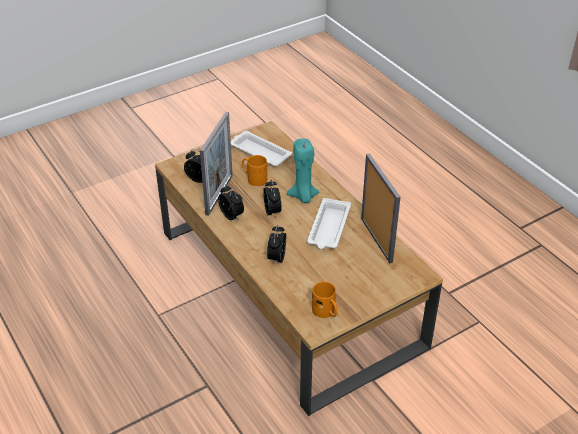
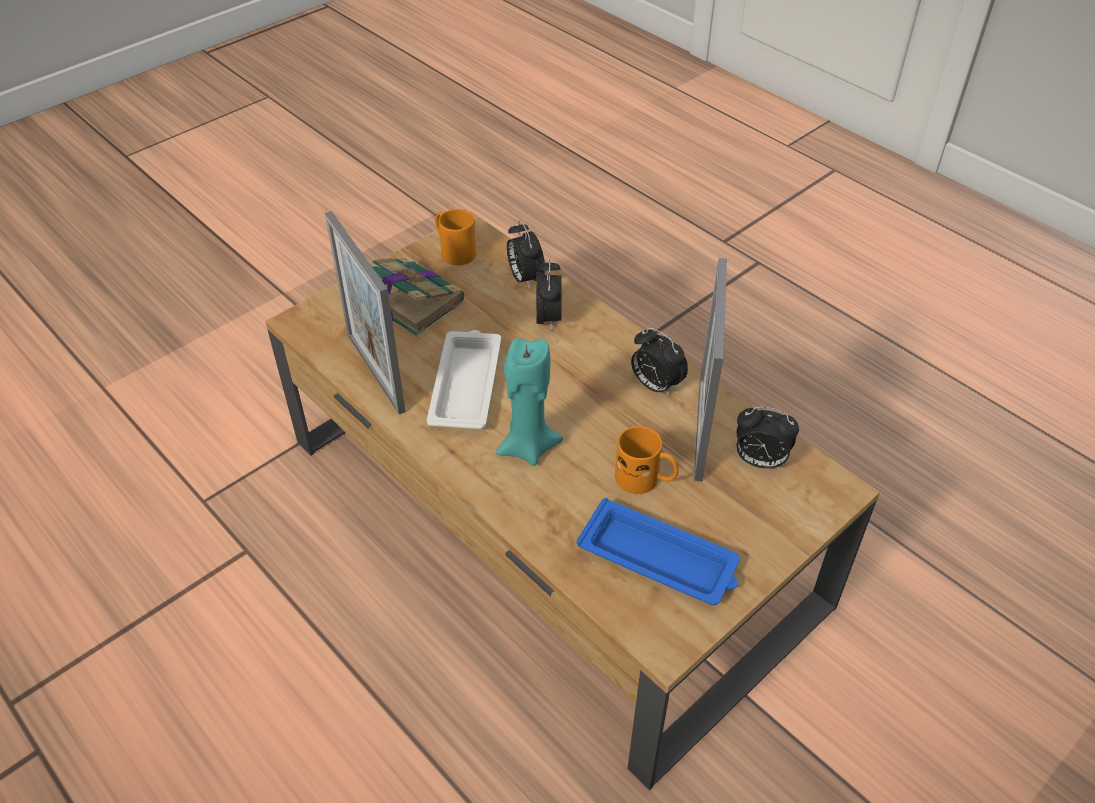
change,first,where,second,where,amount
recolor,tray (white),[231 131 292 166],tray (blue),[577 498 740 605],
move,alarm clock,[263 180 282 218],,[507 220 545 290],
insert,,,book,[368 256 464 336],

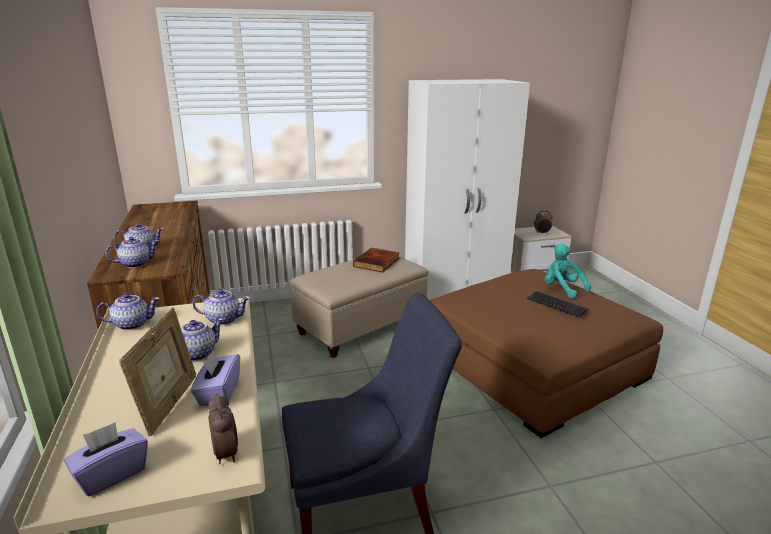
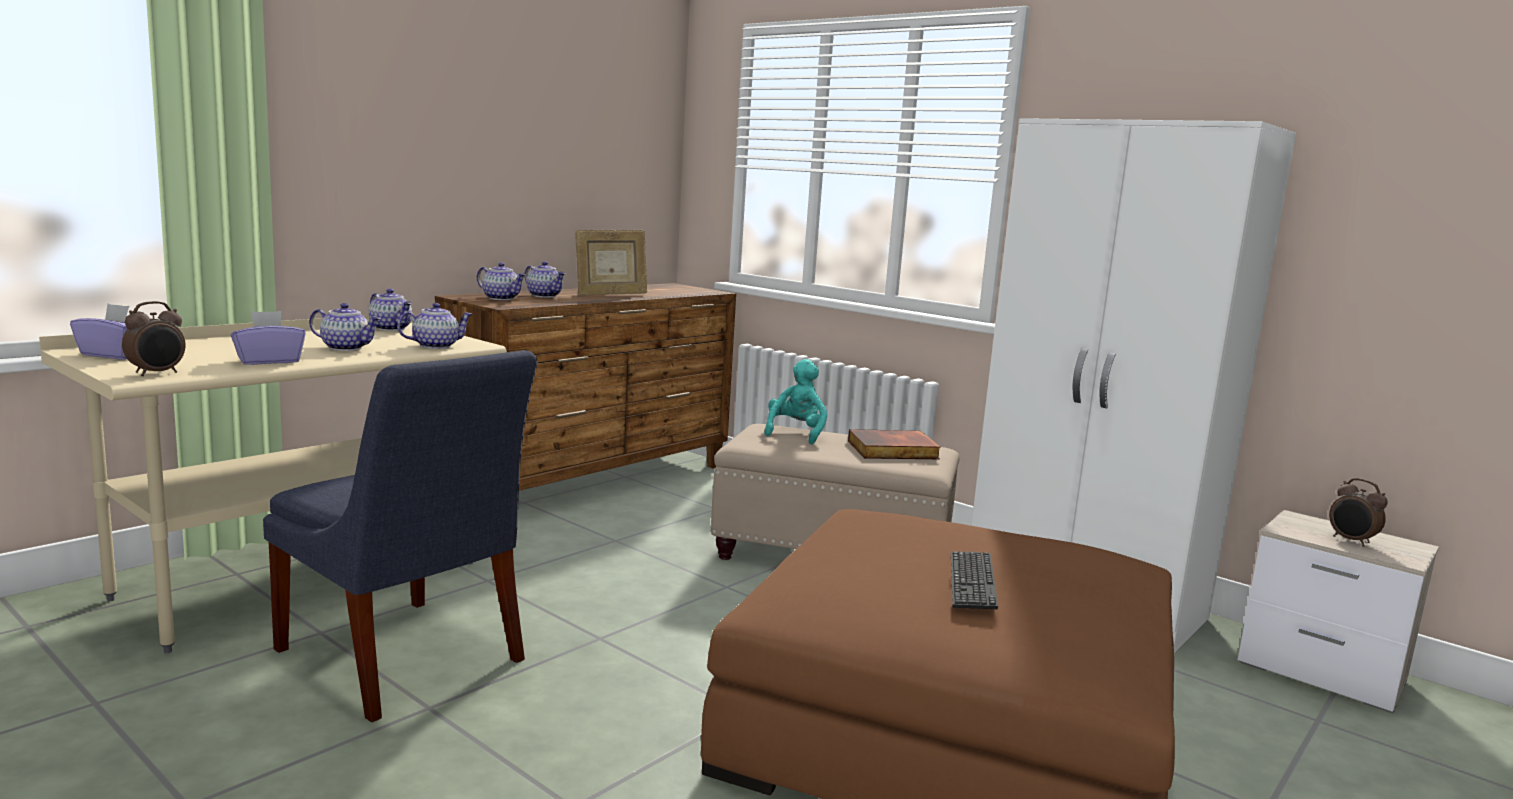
change,first,where,second,where,amount
move,plush toy (turquoise),[545 244 591 298],,[764 359 828 445],
rotate,teapot,[193 289 250 325],,[397 303 473 349],90 degrees counterclockwise
move,picture frame,[119 308 196 436],,[575 230 647 295],

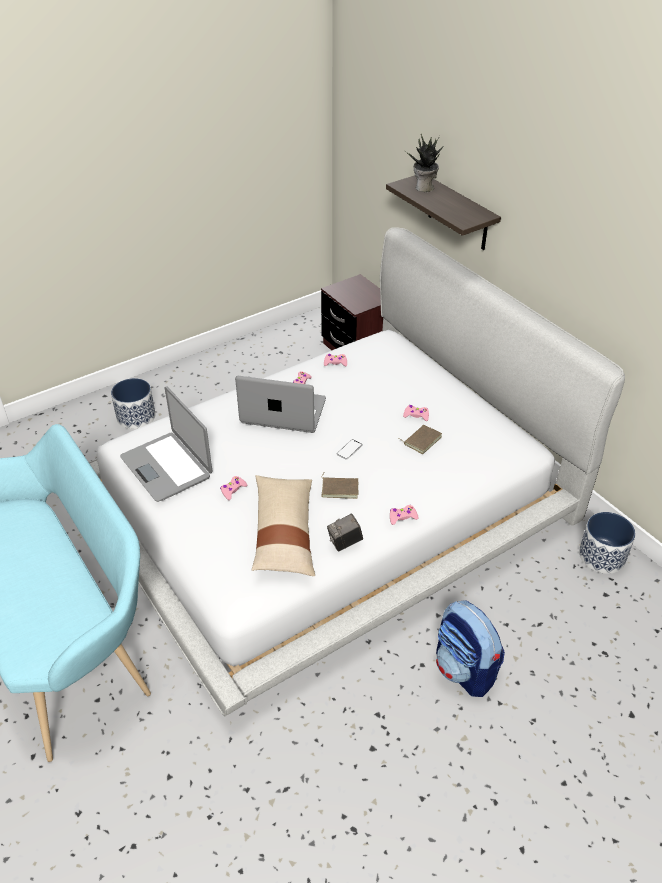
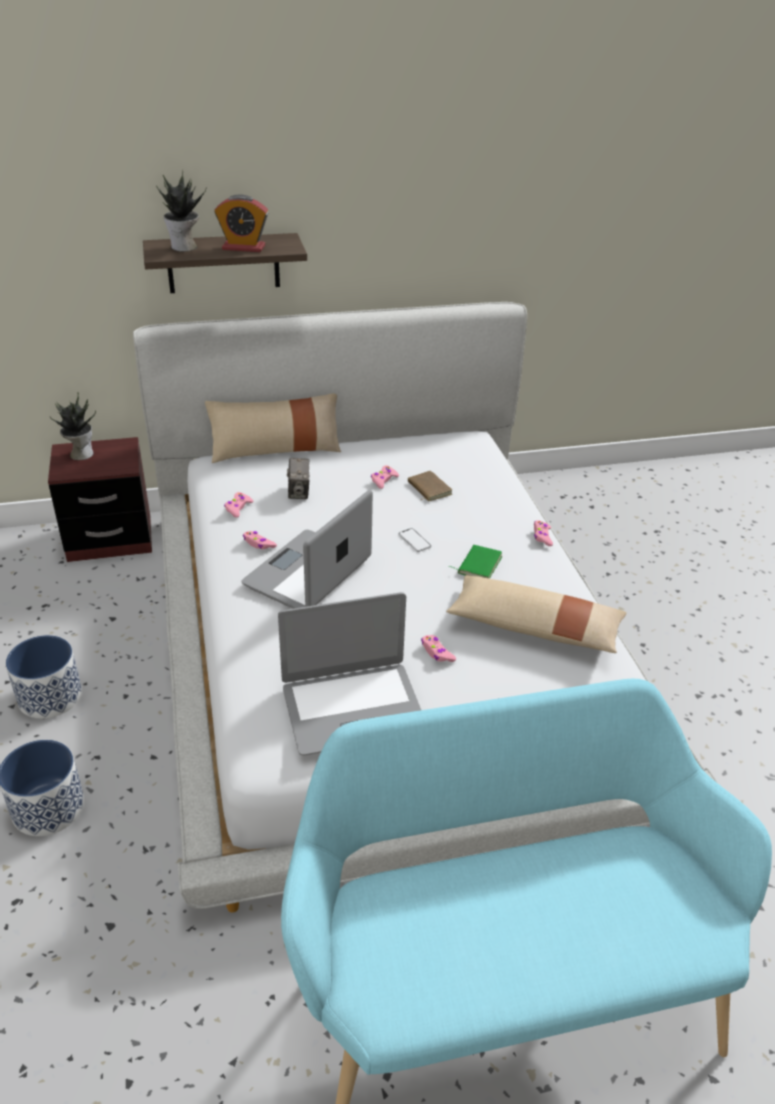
change,first,where,second,where,amount
recolor,book (brown),[321 473 358 499],book (green),[450 545 502 579],
move,planter,[579 512 635 574],,[6 635 82 719],
move,photo camera,[327 514 363 552],,[287 458 309 499],
delete,backpack,[436 600 505 697],,,
insert,,,alarm clock,[215 194 268 252],
insert,,,potted plant,[50 393 96 460],
insert,,,pillow (beige),[205 394 341 463],

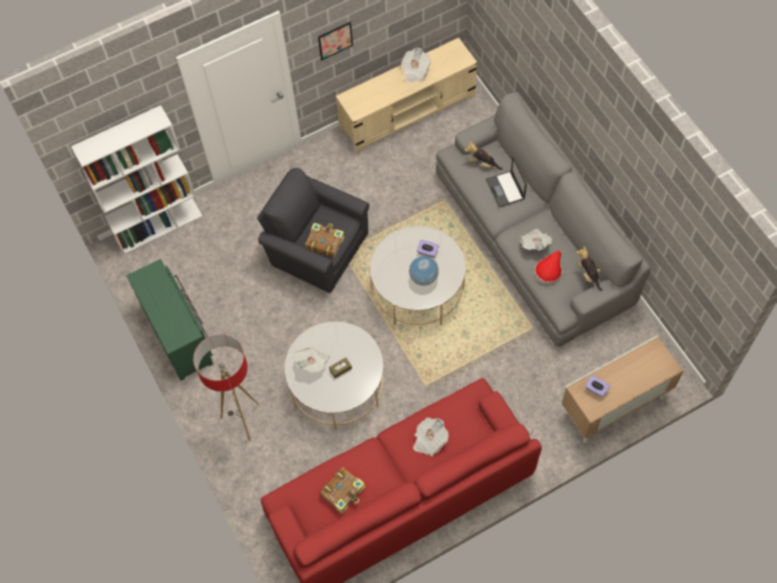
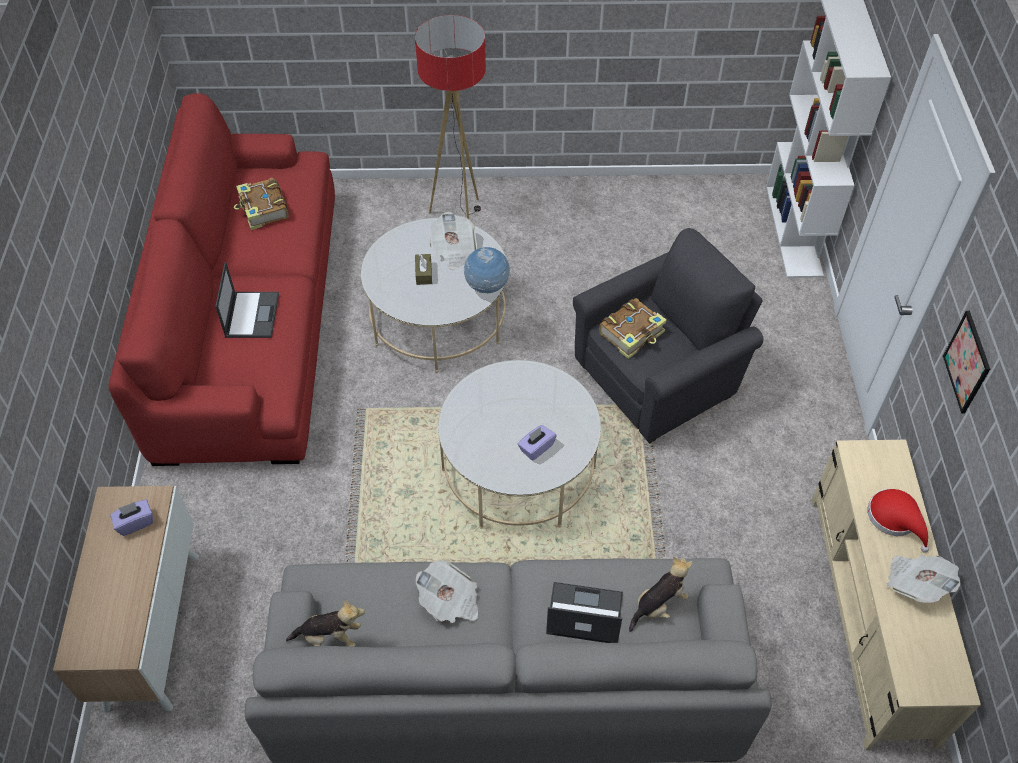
change,first,where,second,where,amount
move,hat (red),[535 251 562 284],,[867 489 929 553],
move,globe,[408 256 439 286],,[463 247 510 293],
delete,dresser (green),[127 259 213 381],,,
replace,newspaper,[413 417 449 457],laptop,[215 261 279 338],

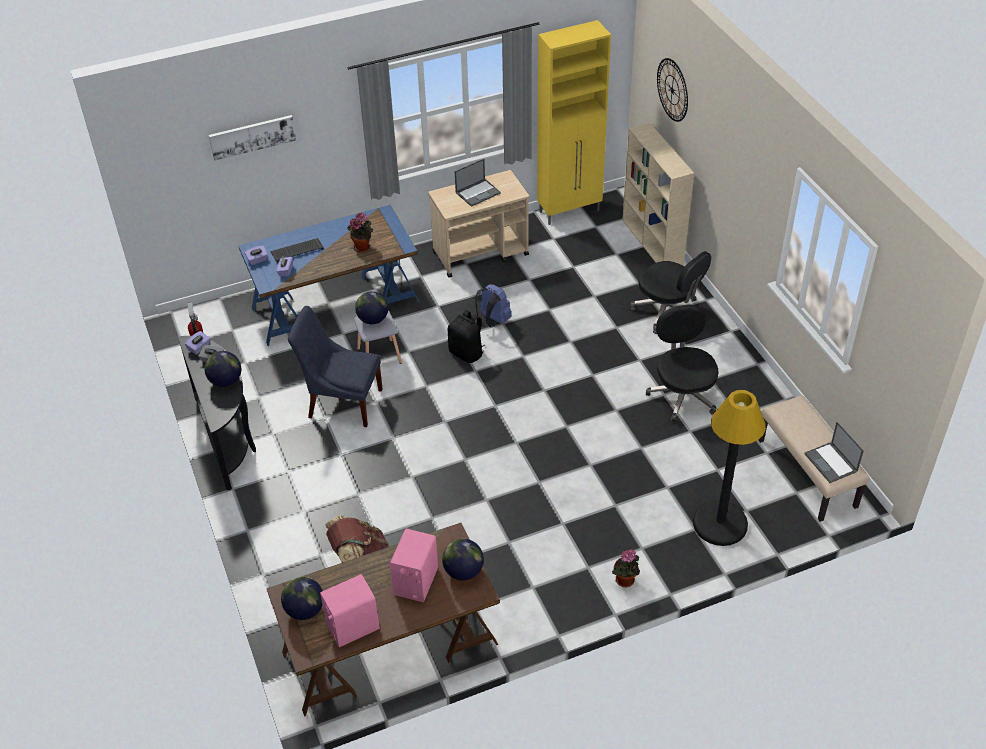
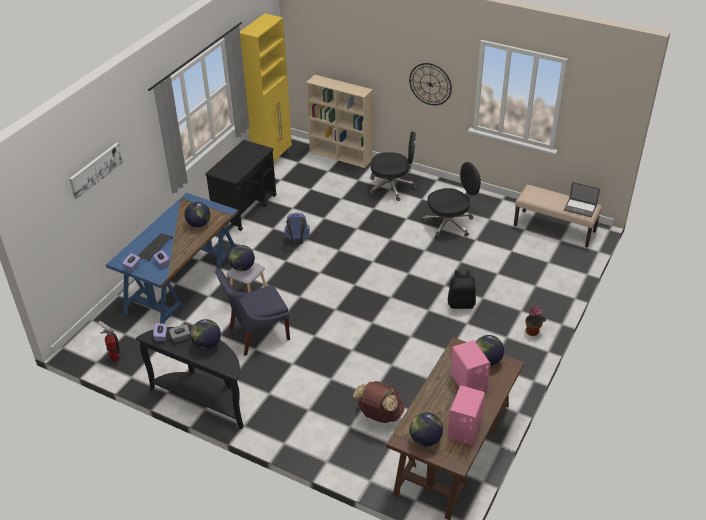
change,first,where,second,where,amount
move,wall clock,[657 58 688 122],,[409 63 452 105],
delete,laptop,[455 159 501 207],,,
recolor,cart (beige),[428 170 529 278],cart (black),[206 140 277 231],
replace,potted plant,[347 213 373 252],globe,[184 202 210 227],
rotate,office chair (black),[646 305 718 422],,[422 162 481 239],120 degrees clockwise
move,backpack (black),[448 310 485 363],,[448 270 476 309],
delete,floor lamp (black),[693 390 766 546],,,

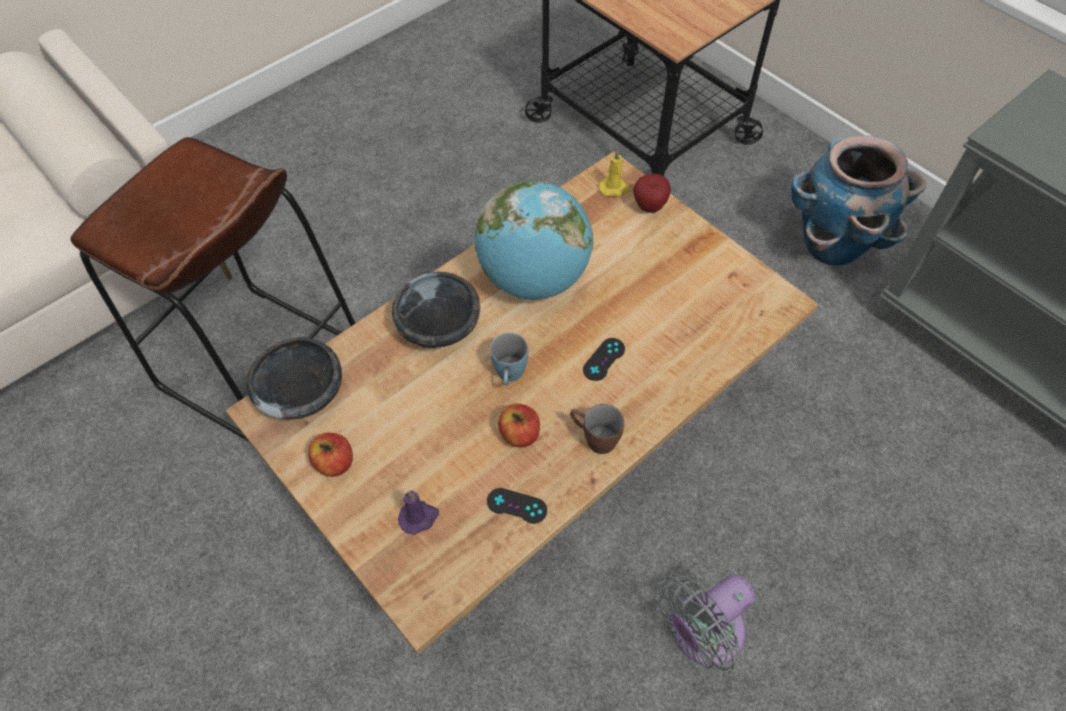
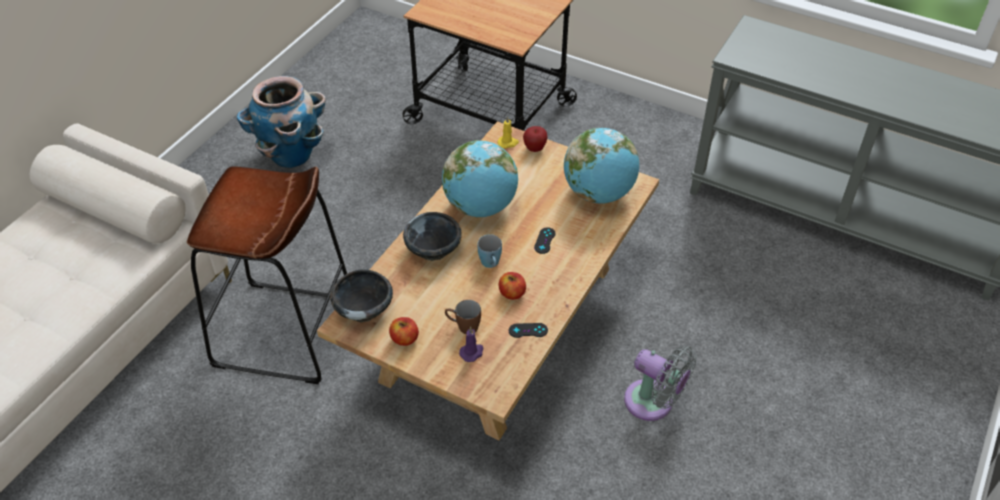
change,first,where,second,where,amount
move,planter,[791 135 926 266],,[237 76 326 168],
move,mug (brown),[570 404 624 454],,[445 300 481 334],
rotate,fan (grey),[656 574 755 674],,[624 346 697 421],90 degrees counterclockwise
insert,,,globe,[564 128 639 204],

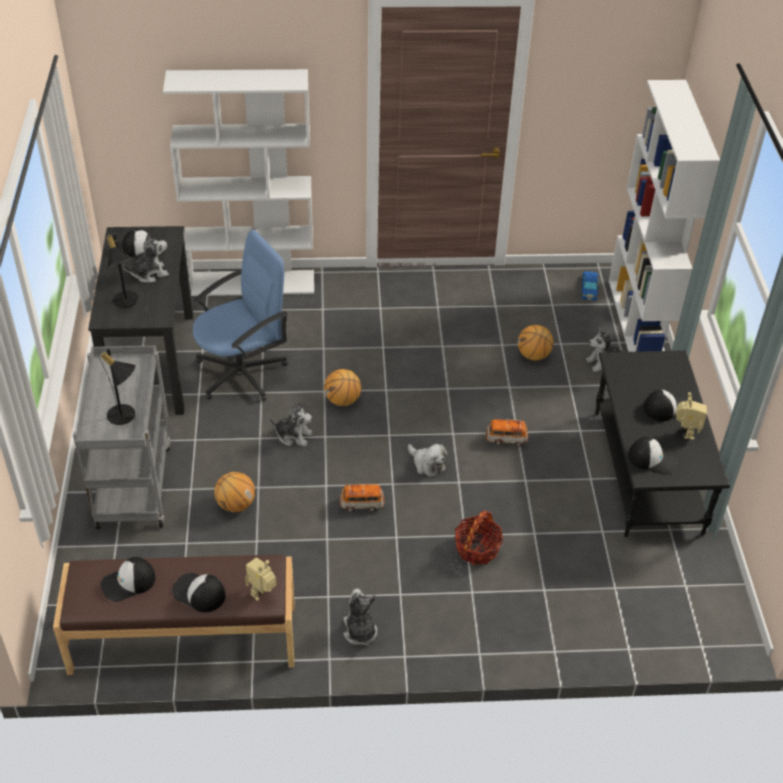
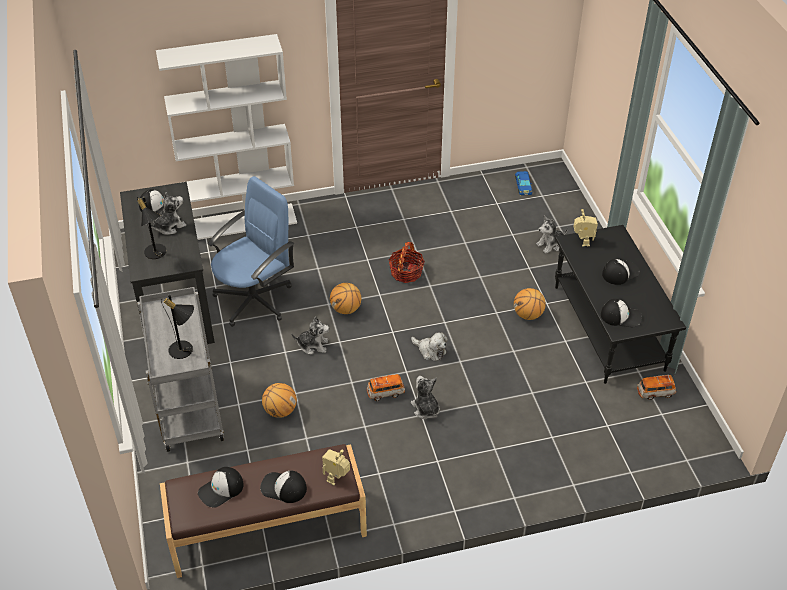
change,first,where,second,where,amount
delete,bookcase (white),[609 80 720 352],,,
move,basketball,[518 325 553 360],,[514 288 546 320],
move,toy robot,[676 392 707 440],,[573 209 598 247],
move,toy car,[486 419 528 447],,[637 375 676 400],
move,basket,[455 511 503 565],,[389 242 425 283],
move,plush toy,[343 588 377 646],,[411 376 440 419],

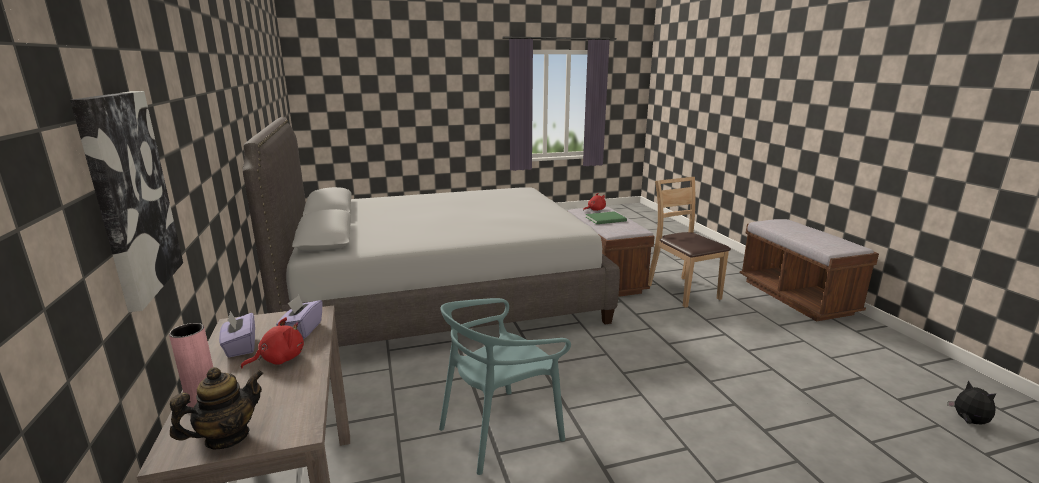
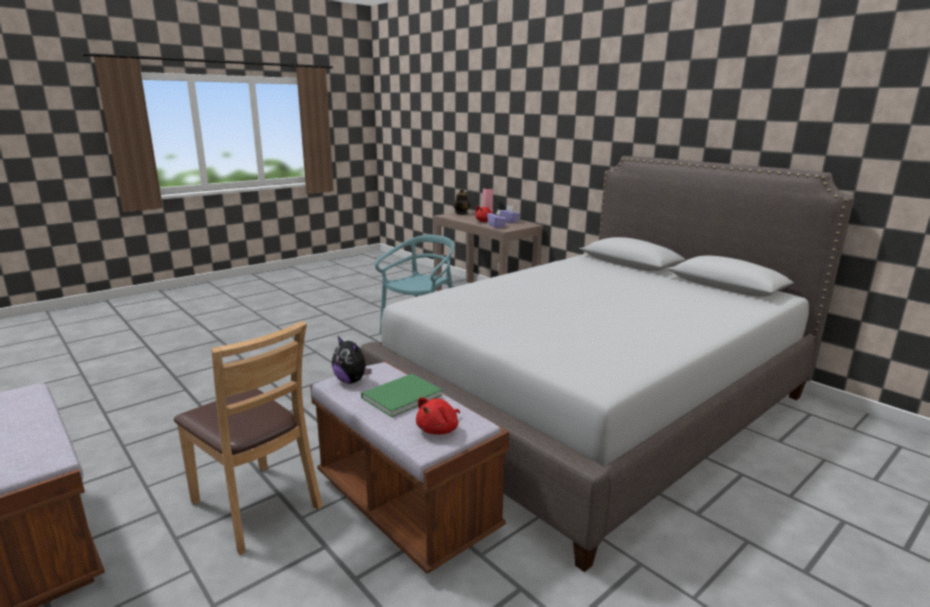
change,first,where,second,where,amount
delete,picture,[70 91 183 312],,,
move,plush toy,[948 381 996 425],,[332 335 372 384],

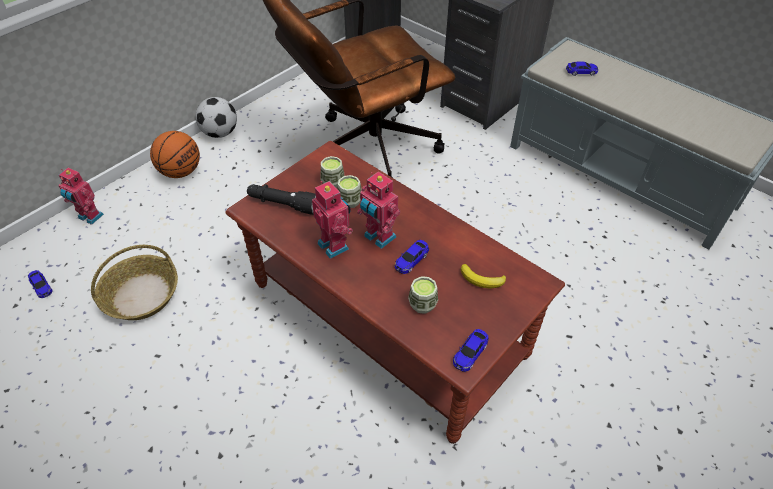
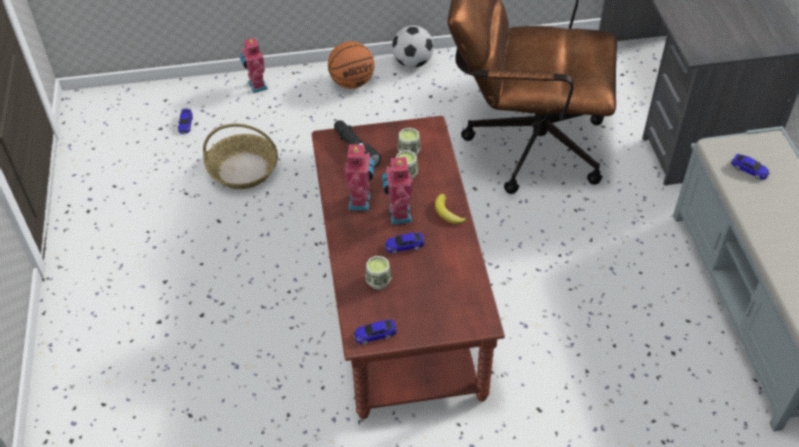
change,first,where,second,where,amount
move,banana,[461 264 506 288],,[435 194 466 224],

